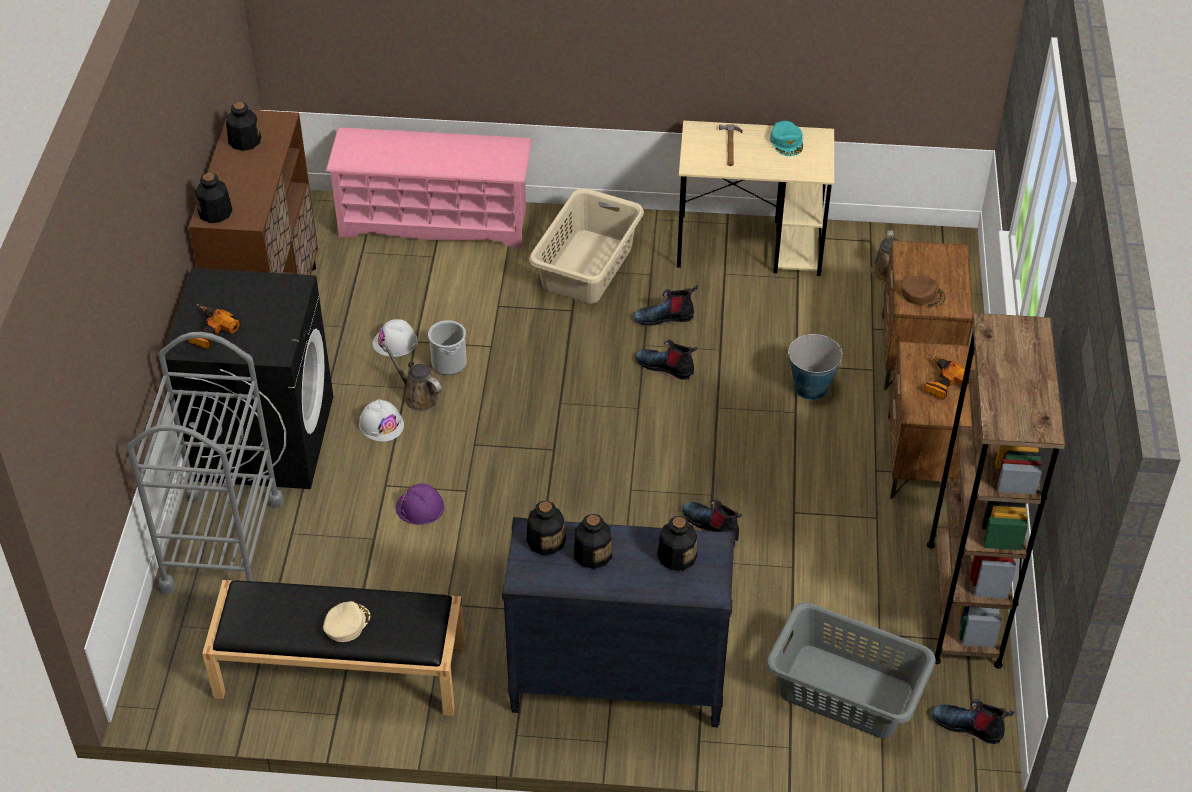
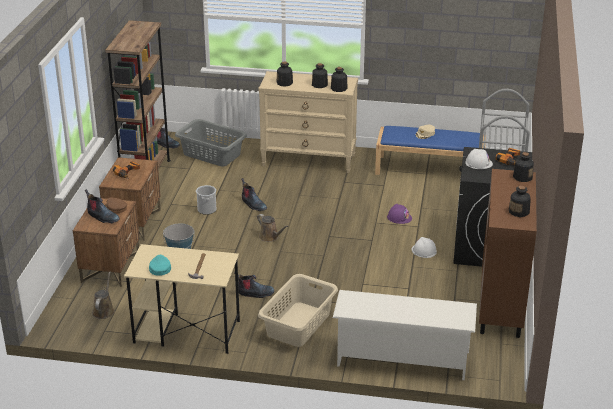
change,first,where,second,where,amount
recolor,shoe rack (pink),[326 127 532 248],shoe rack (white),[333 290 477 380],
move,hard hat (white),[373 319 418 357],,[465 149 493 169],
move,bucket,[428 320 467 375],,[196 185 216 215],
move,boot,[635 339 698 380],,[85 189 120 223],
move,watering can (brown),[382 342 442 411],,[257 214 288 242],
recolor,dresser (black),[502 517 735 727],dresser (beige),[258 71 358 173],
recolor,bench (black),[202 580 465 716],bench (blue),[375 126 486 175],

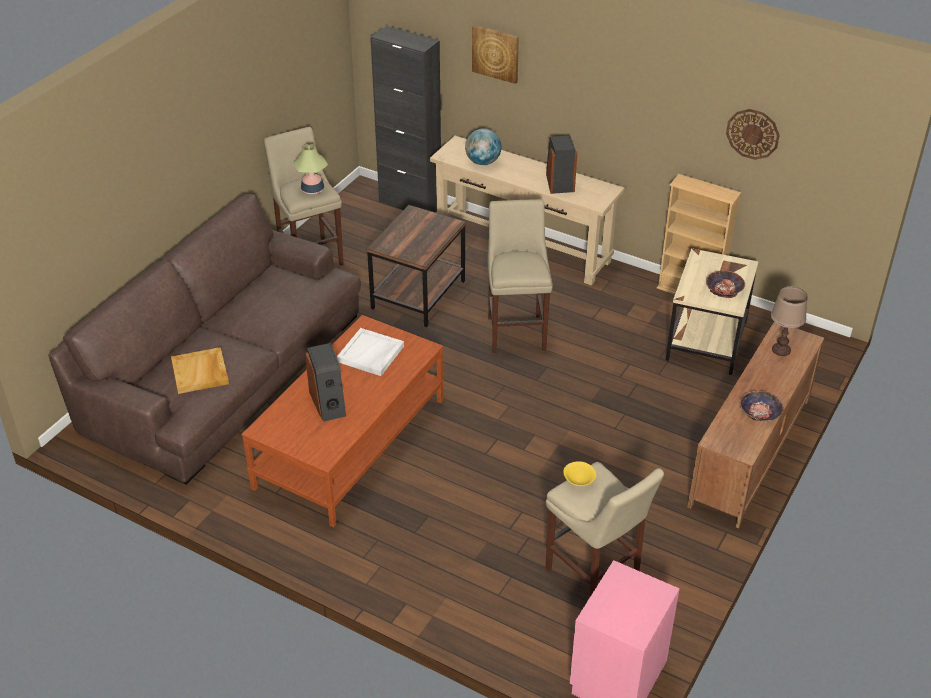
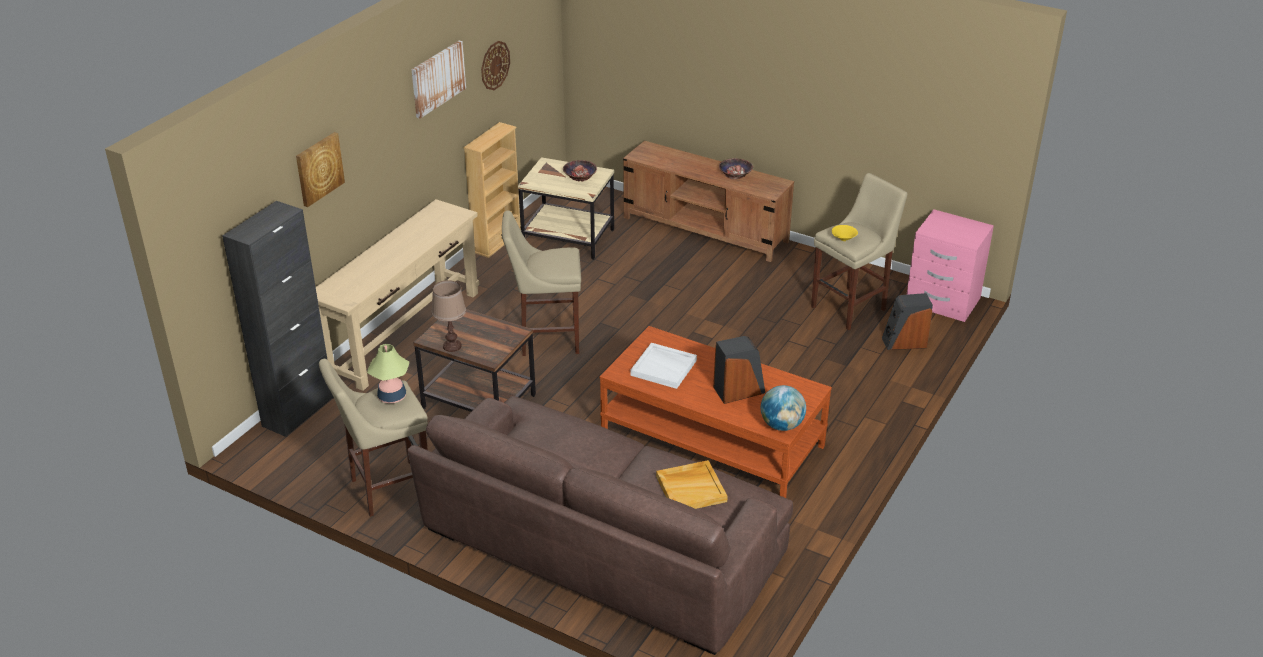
change,first,where,second,where,amount
move,globe,[465 129 501 165],,[761 385 806 431],
move,speaker,[546 135 577 194],,[882 293 933 350],
move,table lamp (brown),[771 286 808 356],,[431 280 466 352],
insert,,,picture,[411 41 466 119],

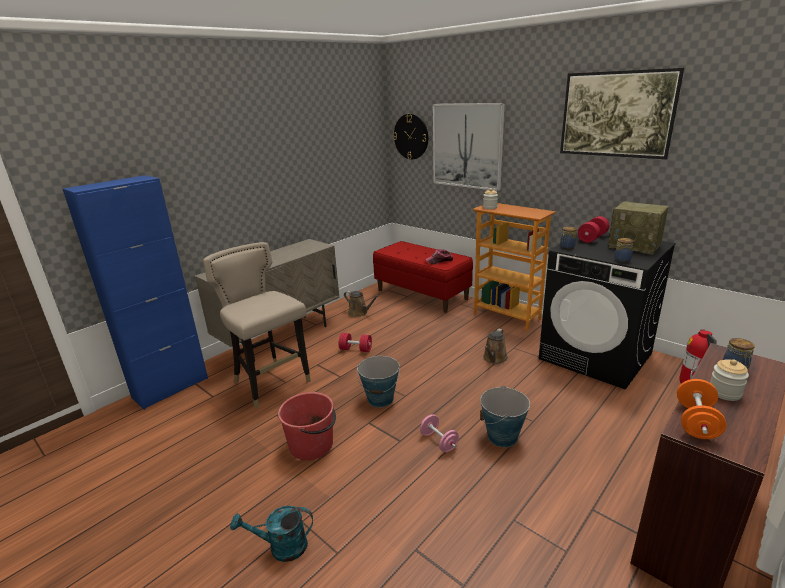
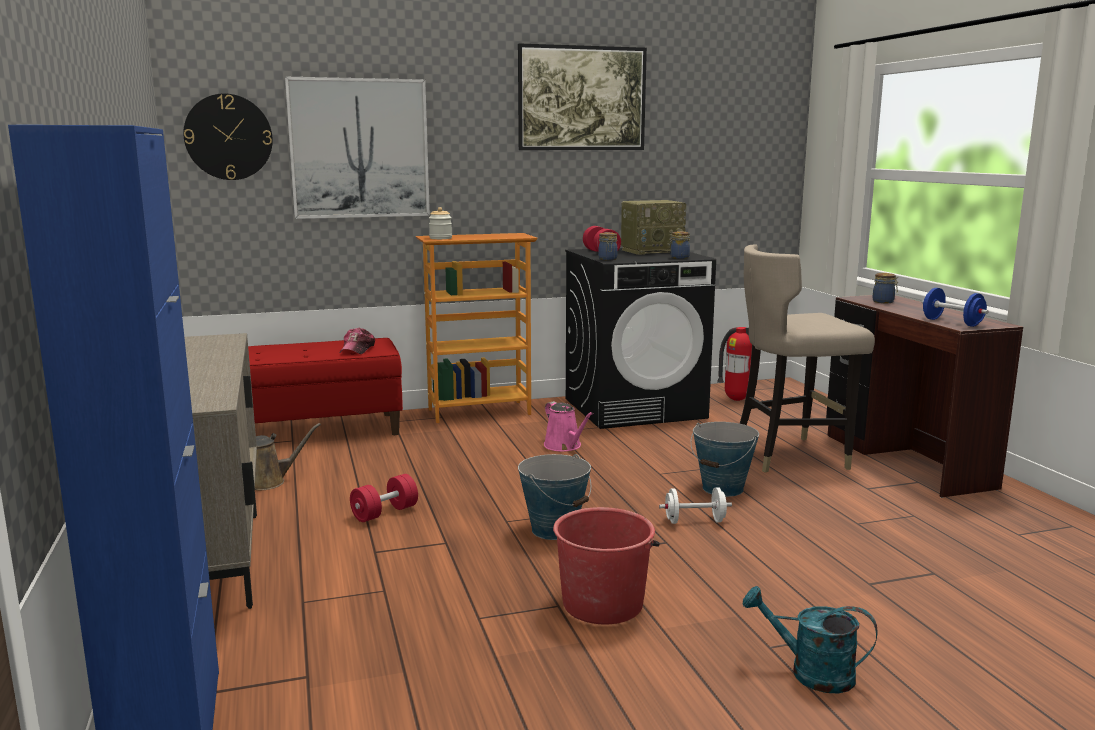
change,first,where,second,where,amount
move,stool (beige),[203 242 311 409],,[739 244 875 473],
recolor,watering can (brown),[483 329 508 364],watering can (pink),[544 401 594 452],
delete,jar,[710 359 749 401],,,
recolor,dumbbell (orange),[677 379 726 439],dumbbell (blue),[922 288 989 327],
recolor,dumbbell (pink),[420 414 459 453],dumbbell (white),[659 487 732 524],
rotate,watering can (turquoise),[230 505 313 562],,[743 586 878 694],90 degrees clockwise

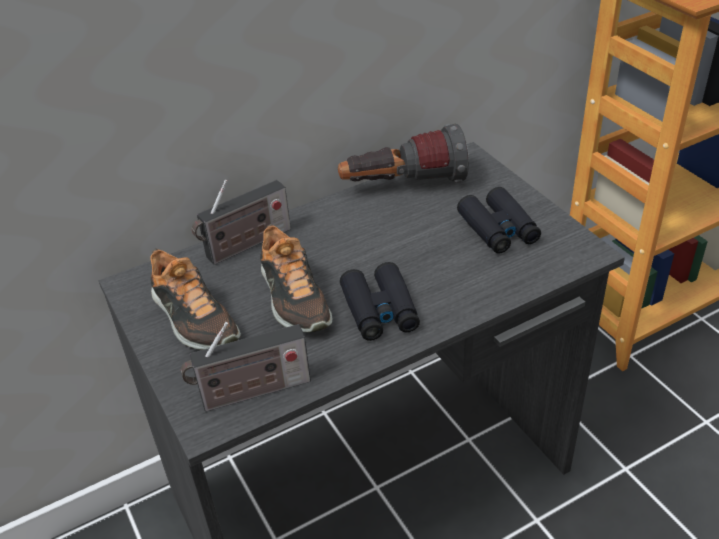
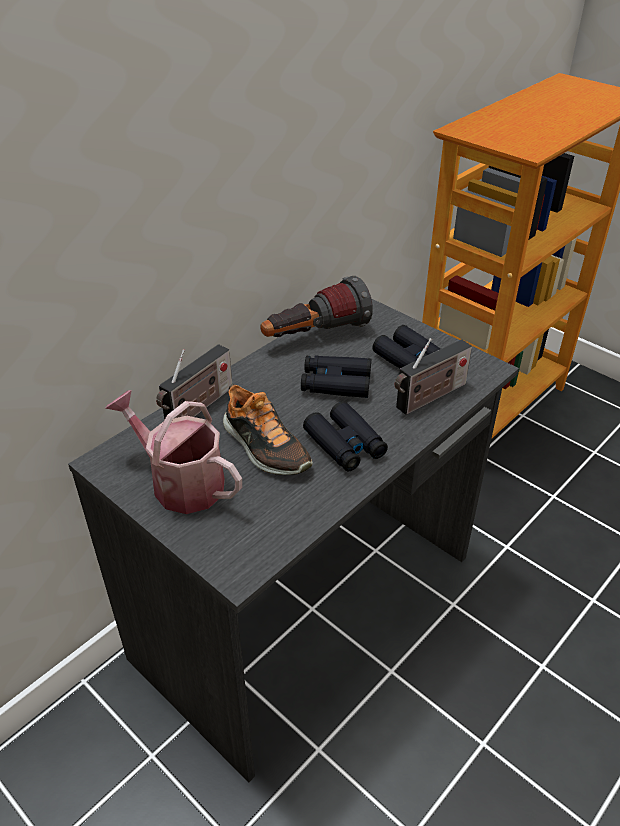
change,first,where,second,where,amount
replace,shoe,[150 248 241 350],watering can,[105 390 242 514],
move,radio,[181 322 311 411],,[395 338 472 415],
insert,,,binoculars (black),[301 355 371 398],

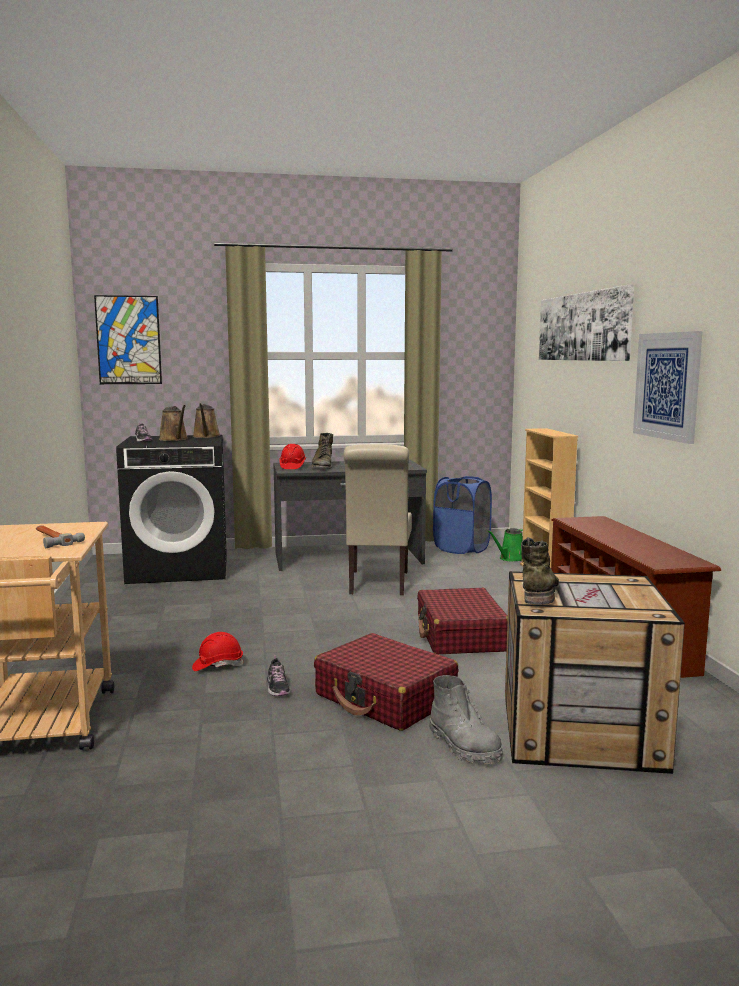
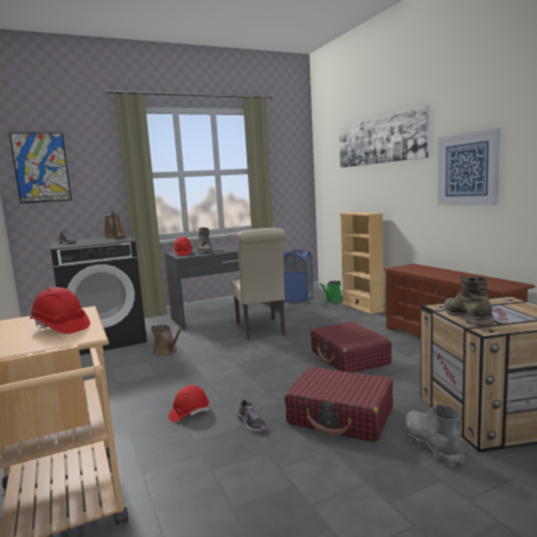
change,first,where,second,where,amount
move,watering can (brown),[159 405 187 441],,[151 324 183 355],
replace,hammer,[36 526 85 548],hard hat (red),[30 287 90 334],
rotate,boot (grey),[429 675 503 765],,[404 404 465 466],150 degrees counterclockwise

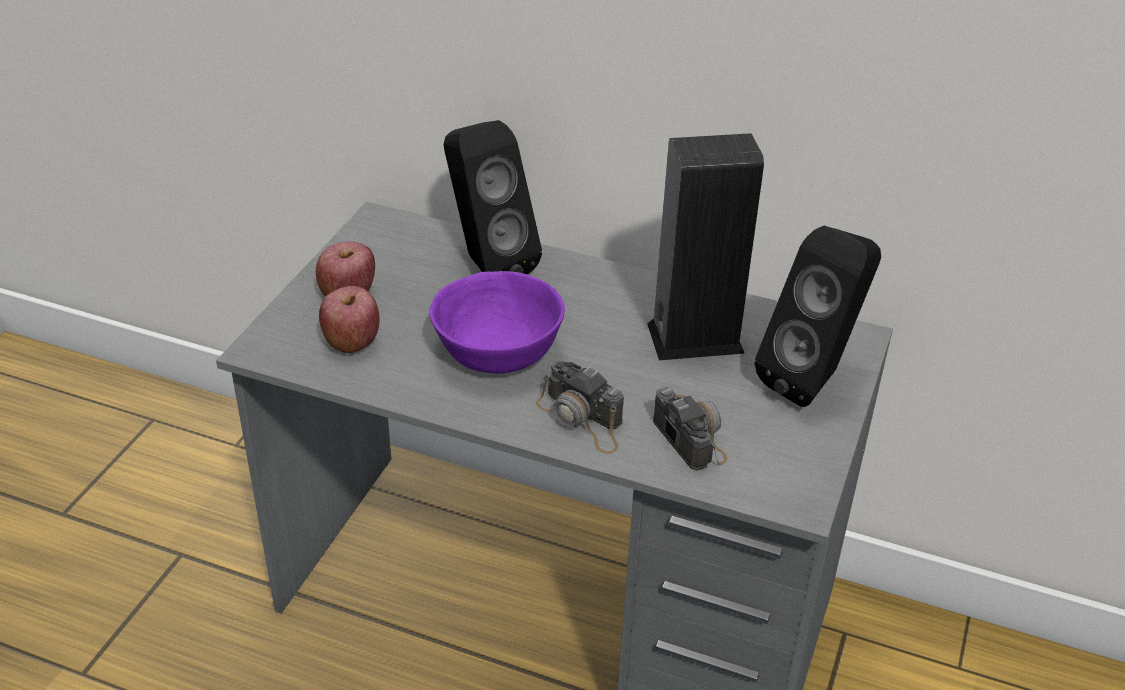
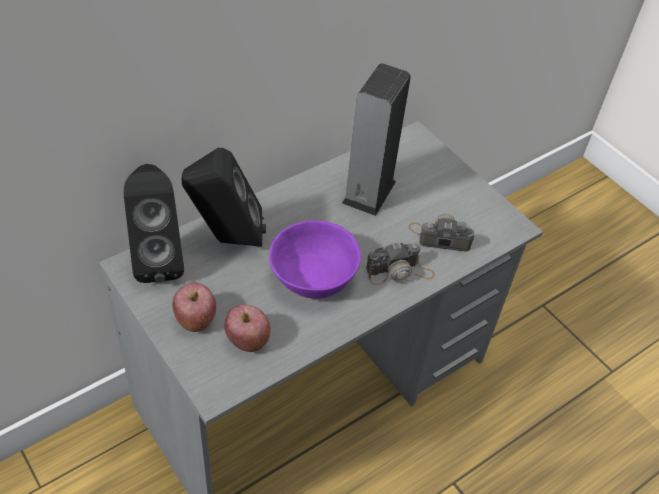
change,first,where,second,where,amount
move,speaker (black),[755 226 881 407],,[124 164 184 283],

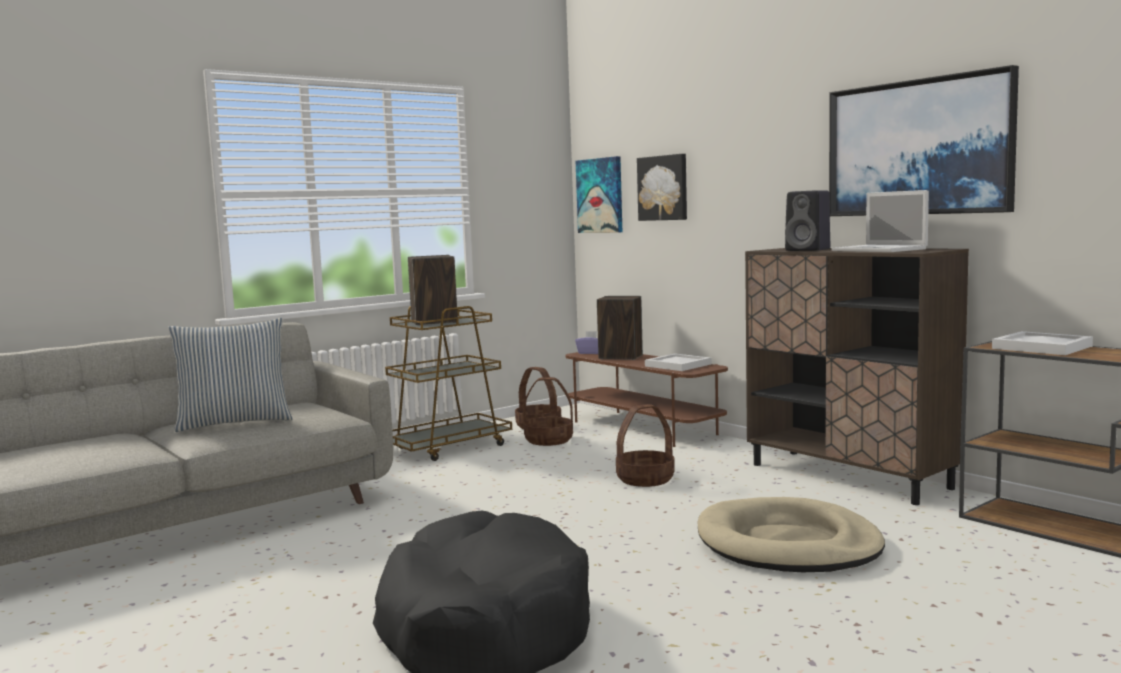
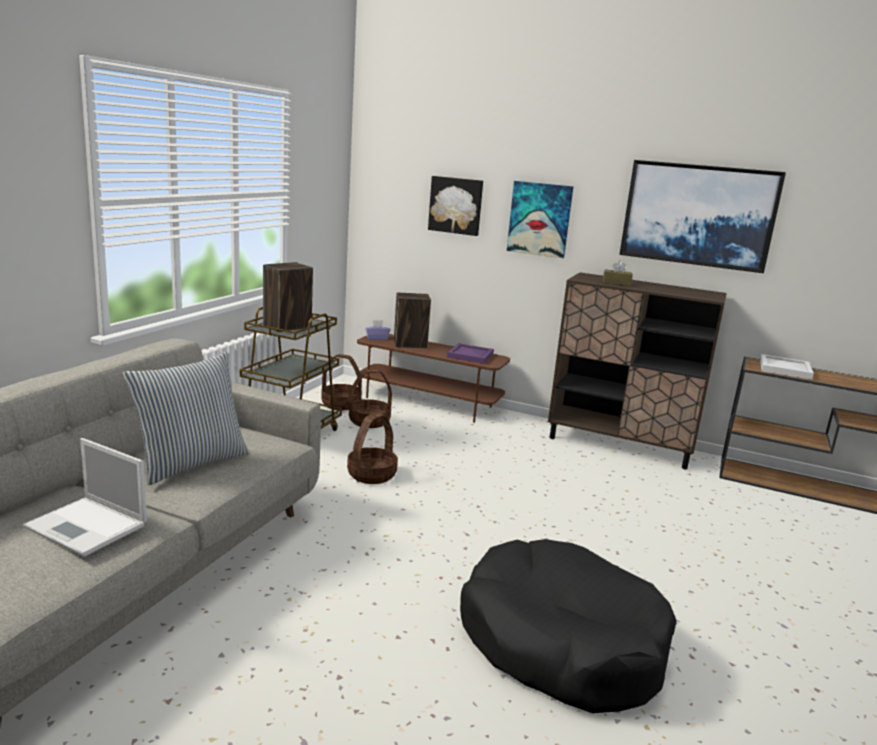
change,first,where,second,where,amount
move,picture,[576 156 622 233],,[507 181 574 258],
replace,speaker (black),[785 190 830 251],tissue box (brown),[603 261 633 286],
move,laptop,[831 190 929 252],,[23 438 147 557],
recolor,tray (white),[645 354 712 371],tray (purple),[447 343 494 364],
move,basket,[616 404 675 487],,[347 412 398 484],
delete,dog bed (beige),[698 497 885 572],,,

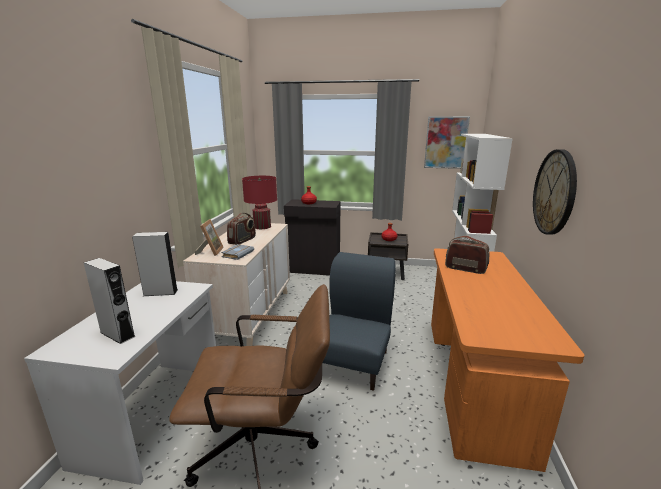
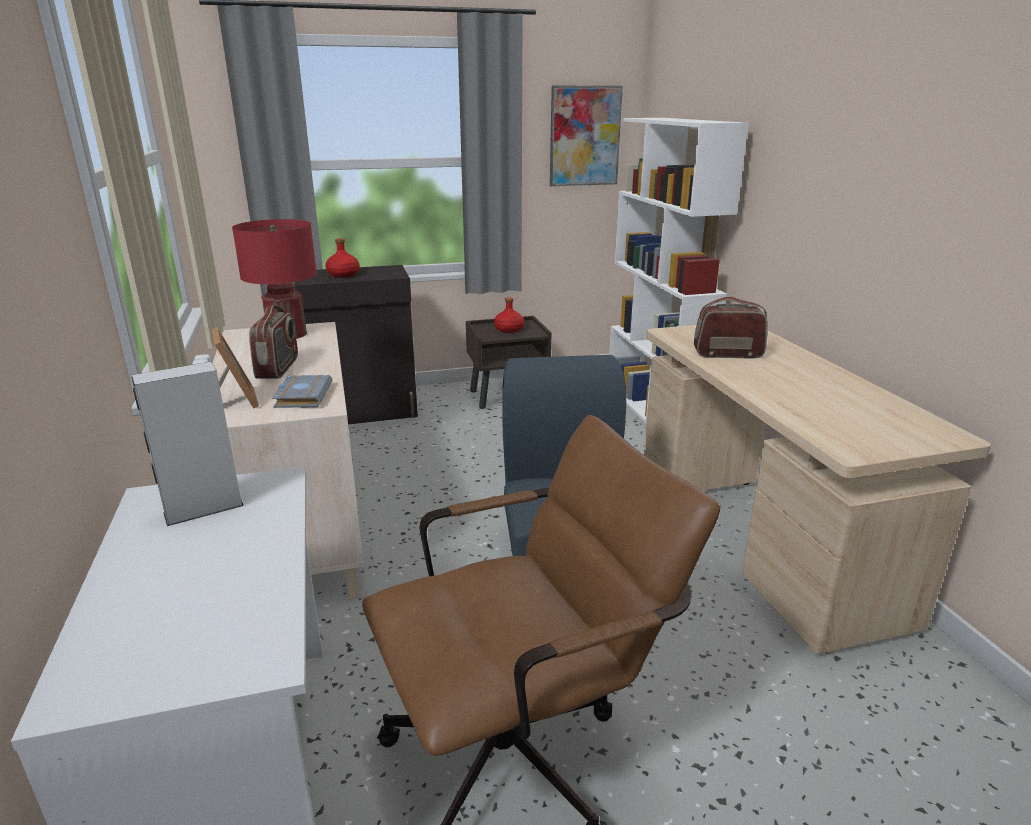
change,first,where,second,where,amount
delete,wall clock,[533 149 577 235],,,
recolor,desk (orange),[431 248 585 472],desk (beige),[644 325 991 654],
delete,speaker (grey),[84 258 135 344],,,

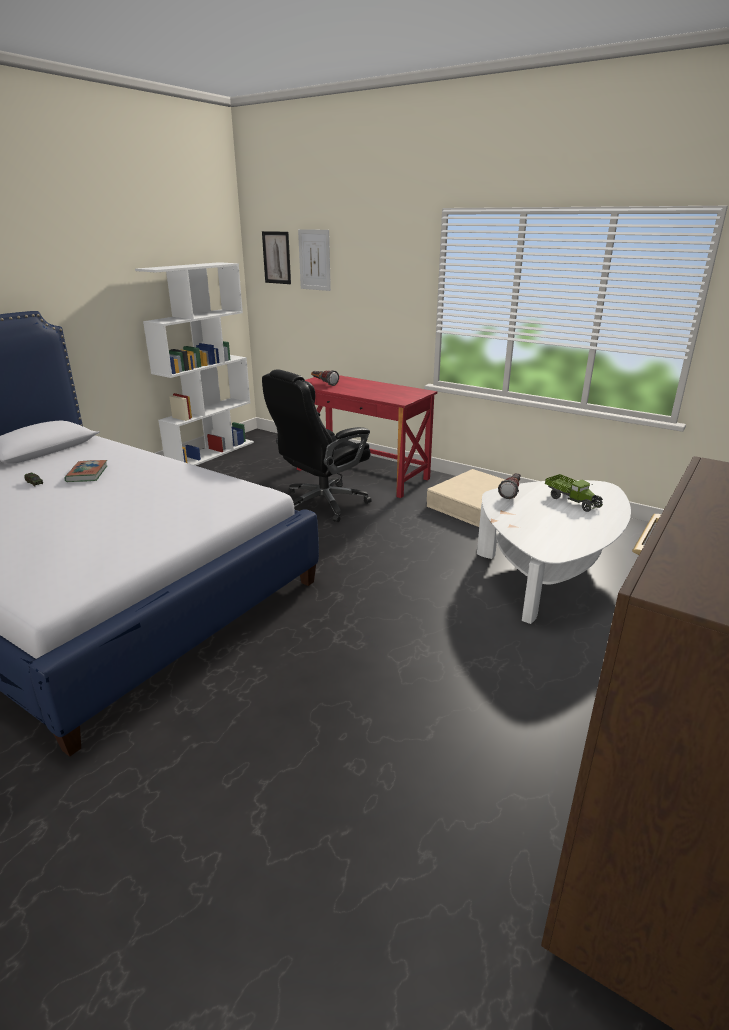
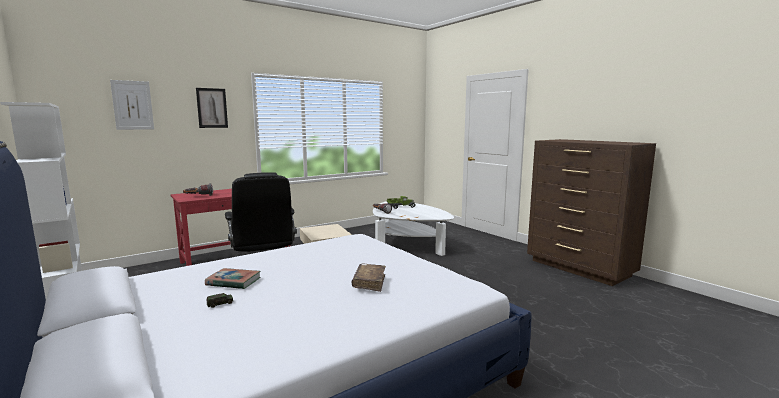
change,first,where,second,where,amount
move,picture,[262 231 291 284],,[196 88 228 128],
insert,,,book (brown),[352 264 386 292],

